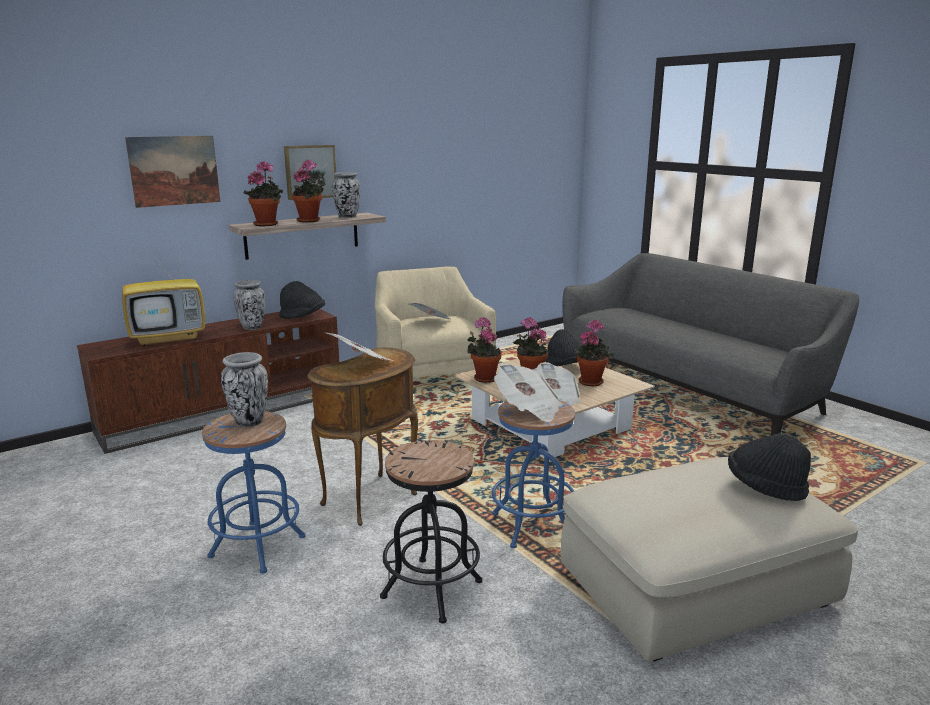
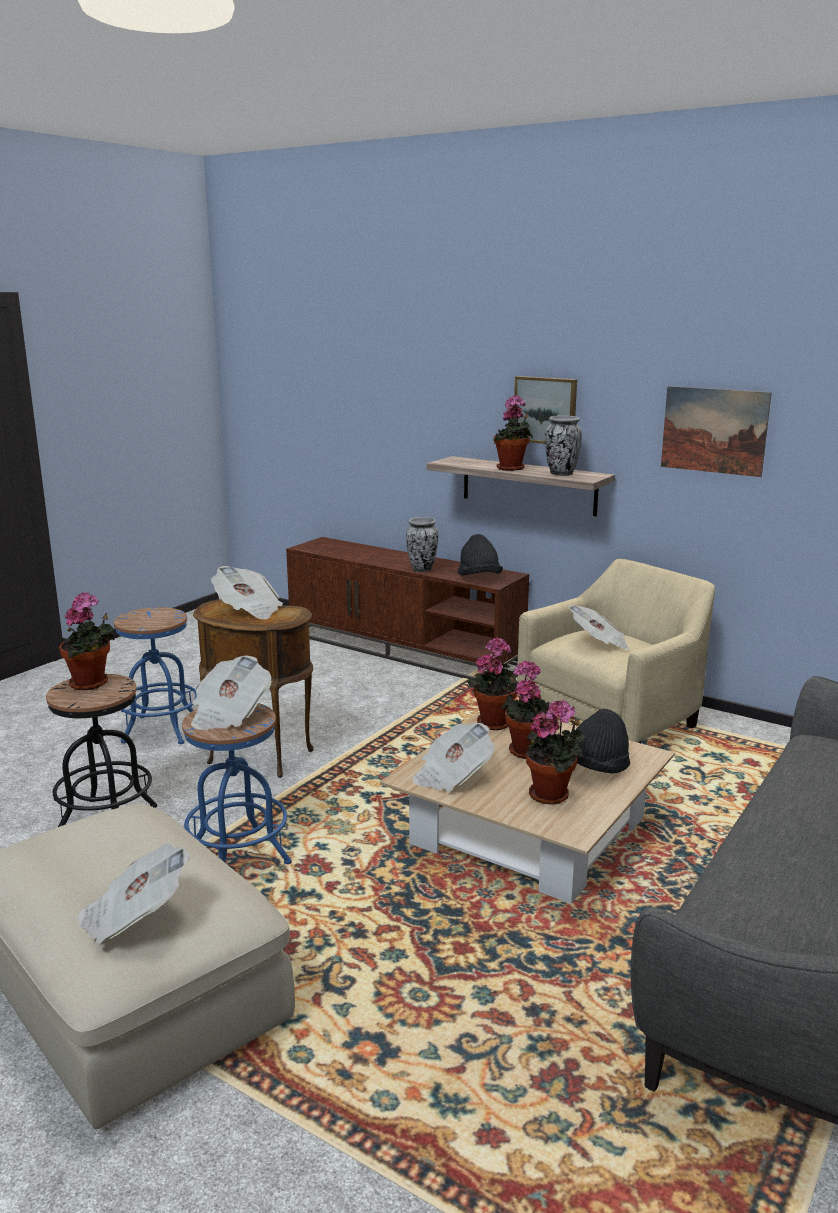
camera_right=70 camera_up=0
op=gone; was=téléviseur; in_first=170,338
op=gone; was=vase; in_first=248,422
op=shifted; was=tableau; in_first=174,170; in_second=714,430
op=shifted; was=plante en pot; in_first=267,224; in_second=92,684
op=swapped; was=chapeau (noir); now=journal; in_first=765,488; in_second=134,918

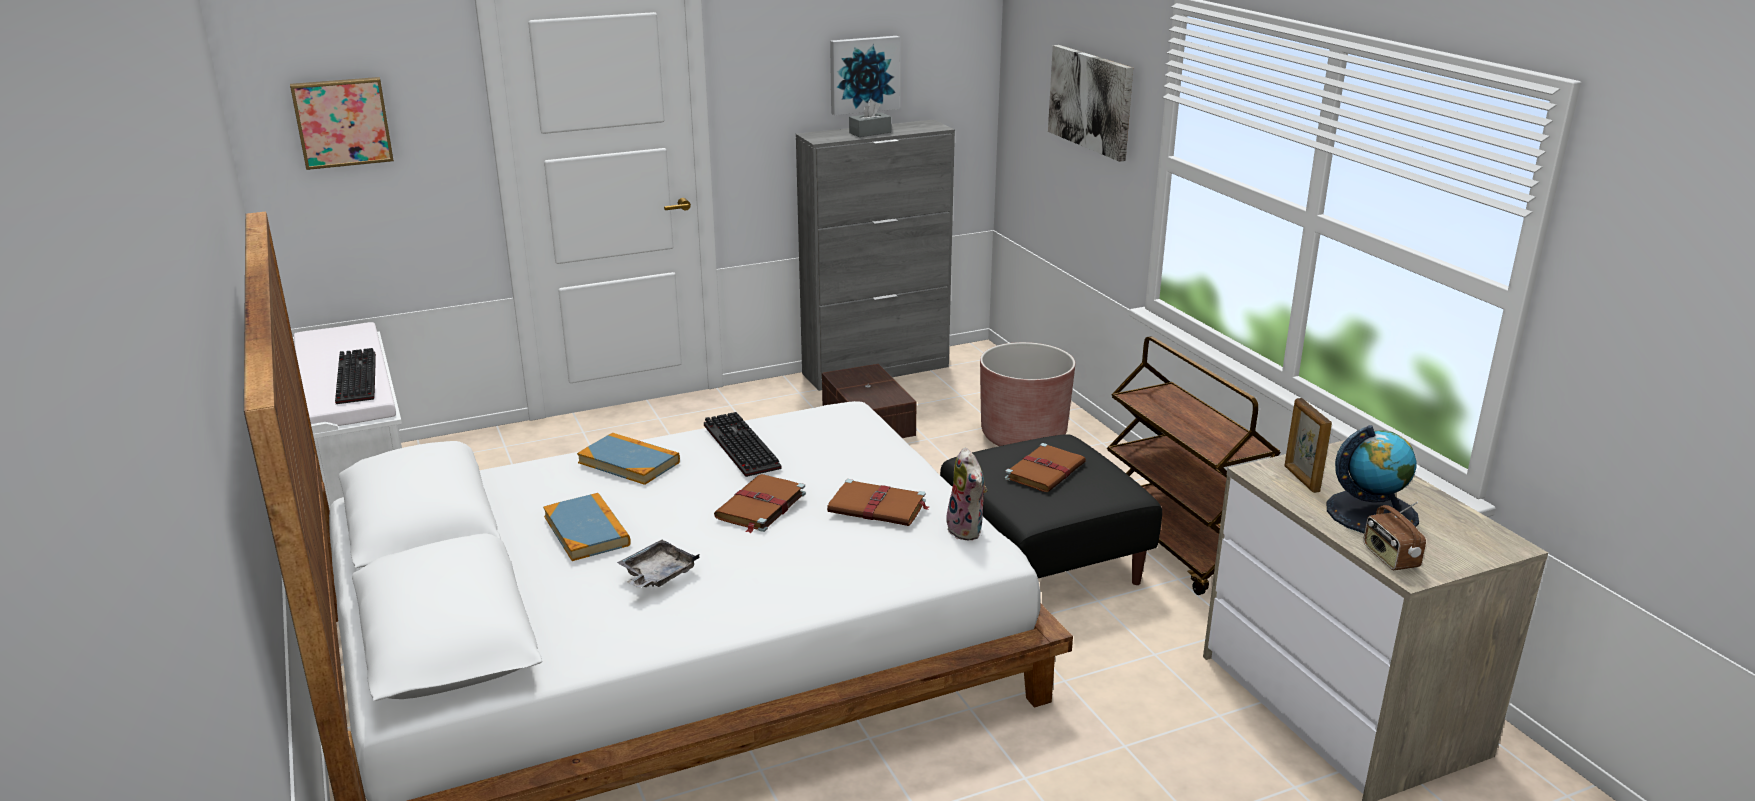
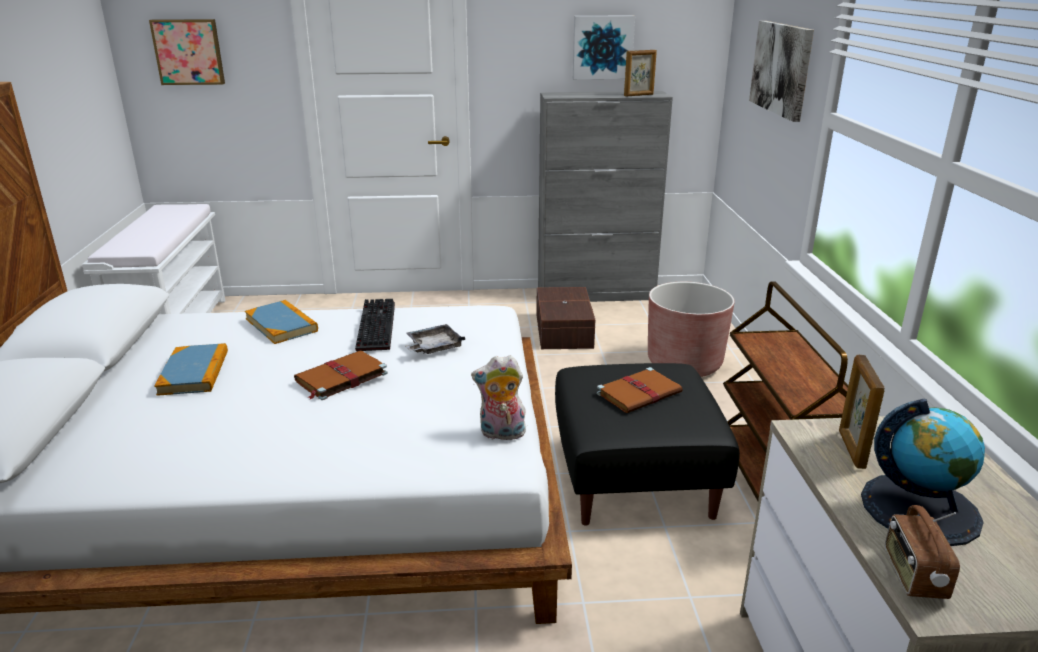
camera_right=20 camera_up=0
op=gone; was=clavier; in_first=354,378
op=gone; was=livre (marron); in_first=878,507
op=gone; was=boîte à mouchoirs (gris); in_first=870,132
op=new; now=cadre photo; in_second=639,95
op=shifted; was=plateau (gris); in_first=657,575; in_second=433,347
op=rotated; was=peluche; in_first=968,530; in_second=501,434; clockwise=90

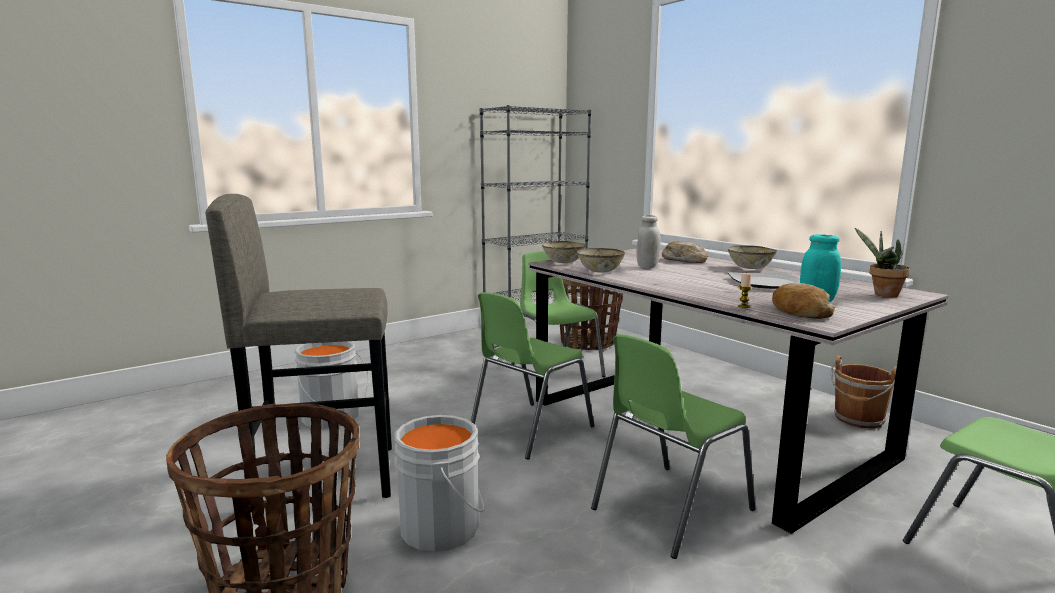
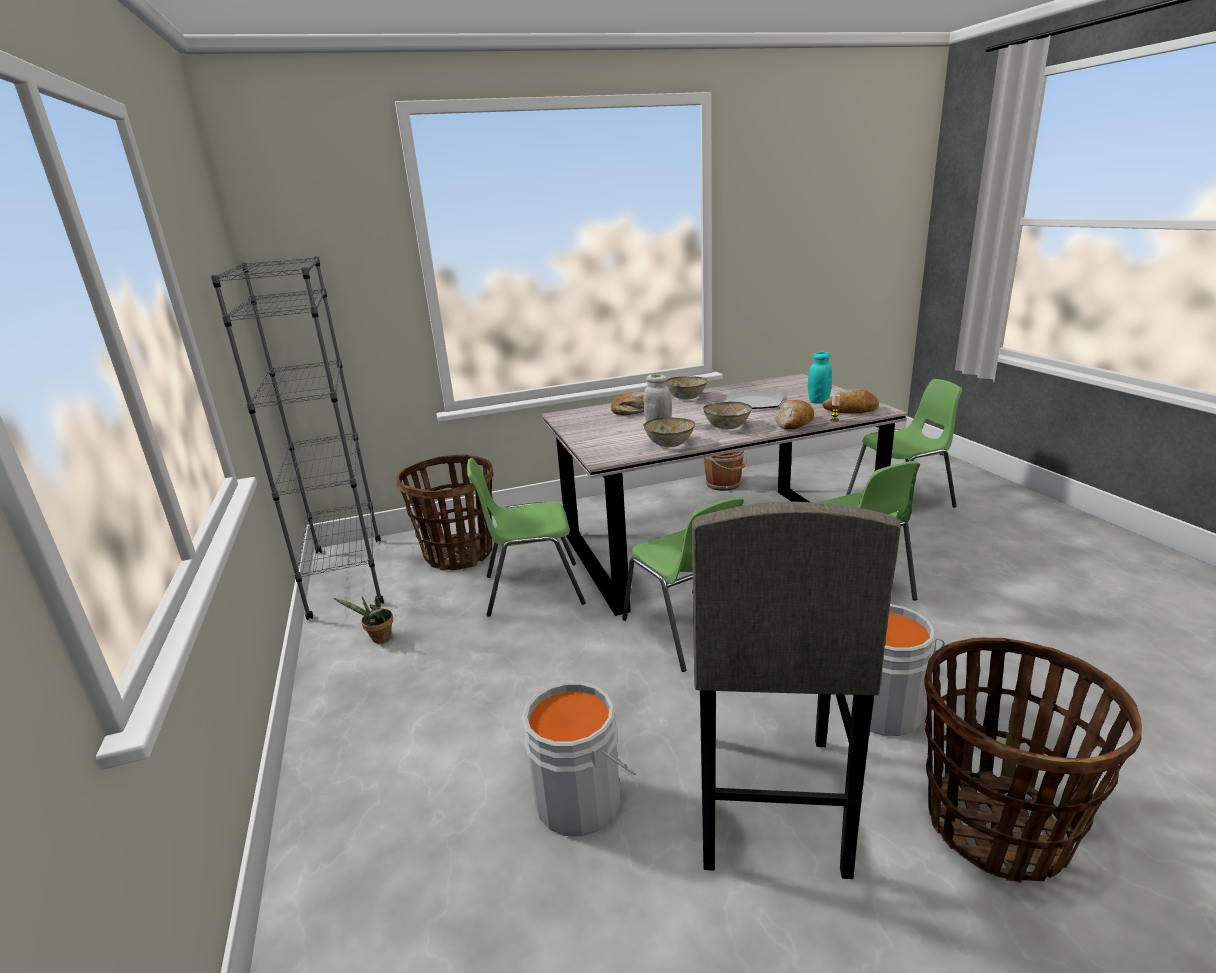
camera_right=-70 camera_up=10
op=new; now=pain; in_second=793,422
op=shifted; was=bol; in_first=563,262; in_second=727,427
op=shifted; was=plante en pot; in_first=882,294; in_second=378,639

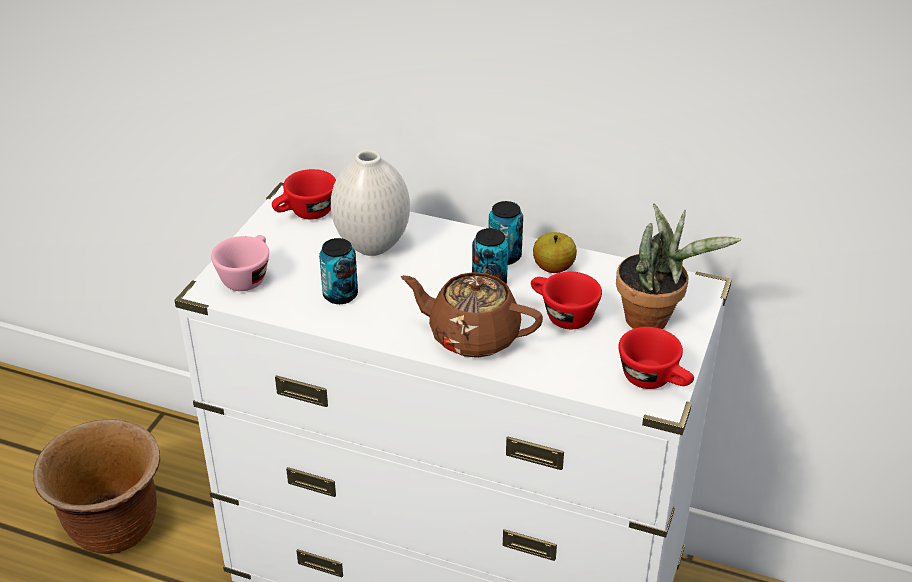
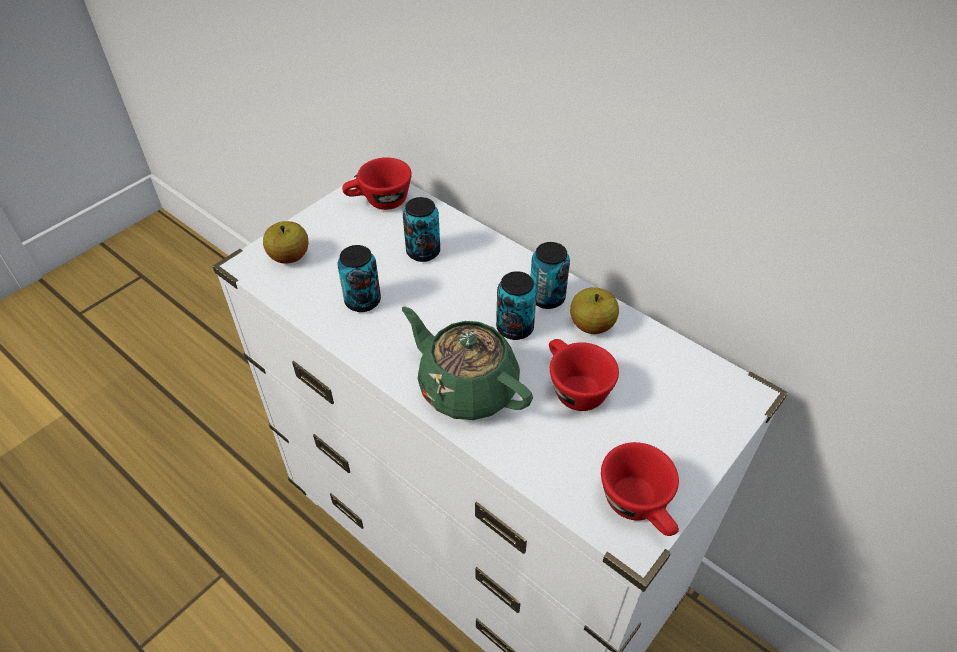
camera_right=20 camera_up=10
op=gone; was=cache-pot (marron); in_first=115,529
op=gone; was=plante en pot; in_first=653,319
op=swapped; was=tasse (rose); now=pomme; in_first=247,276; in_second=289,257
op=swapped; was=vase (blanc); now=boîte métallique; in_first=373,245; in_second=423,252
op=repainted; was=théière (marron); now=théière (vert); in_first=472,336; in_second=466,387

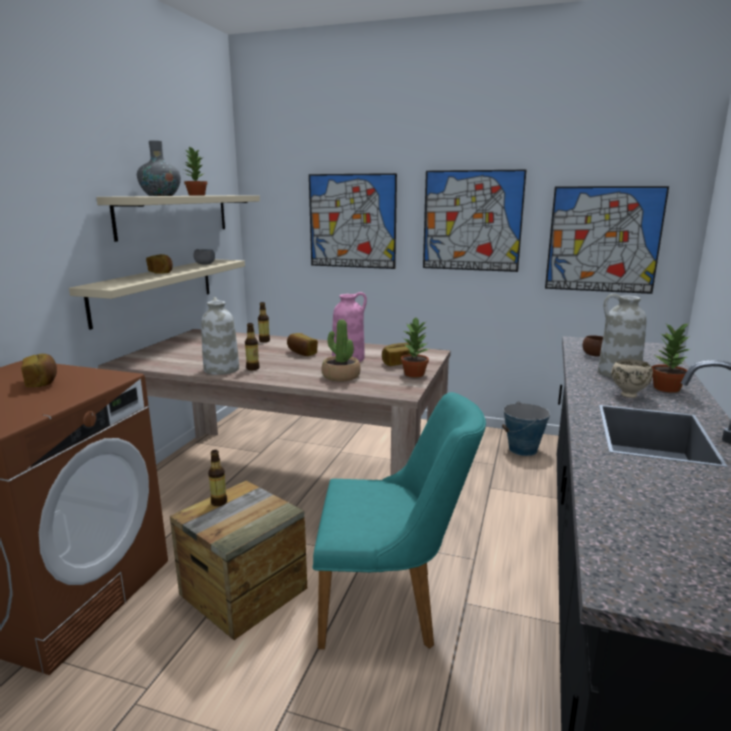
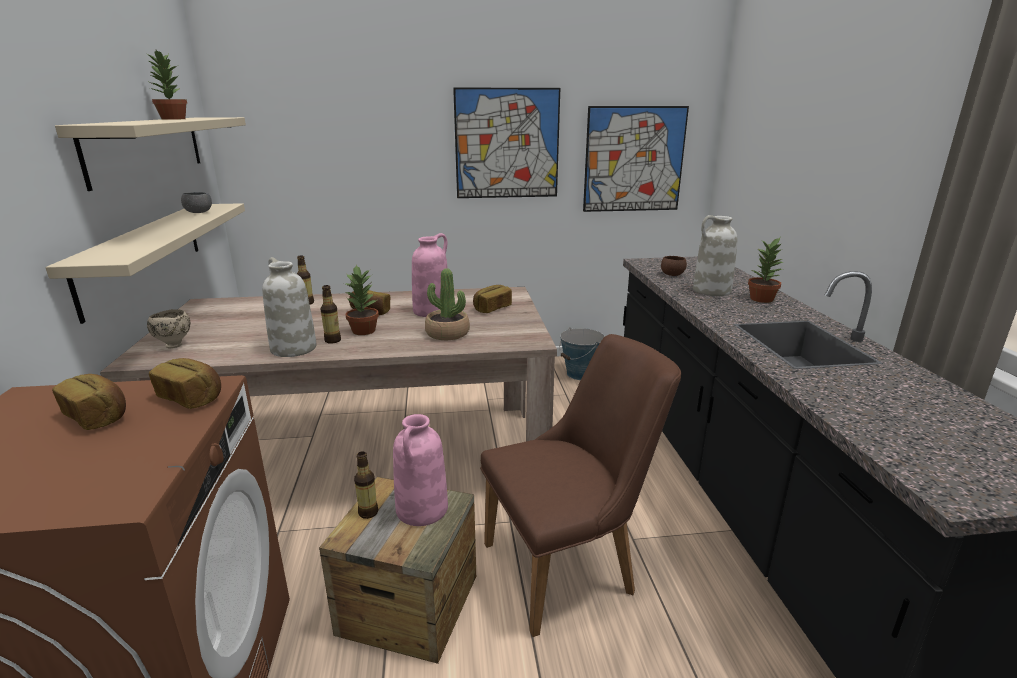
camera_right=-25 camera_up=5
op=gone; was=vase (gris); in_first=161,195
op=gone; was=tableau; in_first=352,221
op=new; now=vase (rose); in_second=422,510
op=shifted; was=pain; in_first=161,273; in_second=191,398
op=shifted; was=plante en pot; in_first=415,374; in_second=364,330
op=shifted; was=bol (beige); in_first=628,395; in_second=174,345
op=repainted; was=chaise (turquoise); now=chaise (marron); in_first=391,606; in_second=571,565

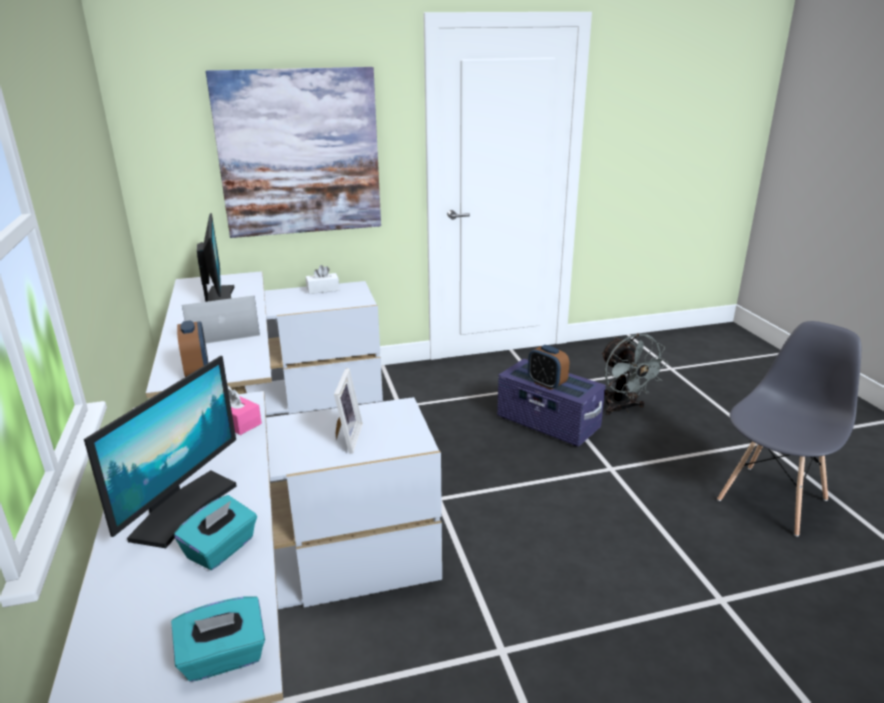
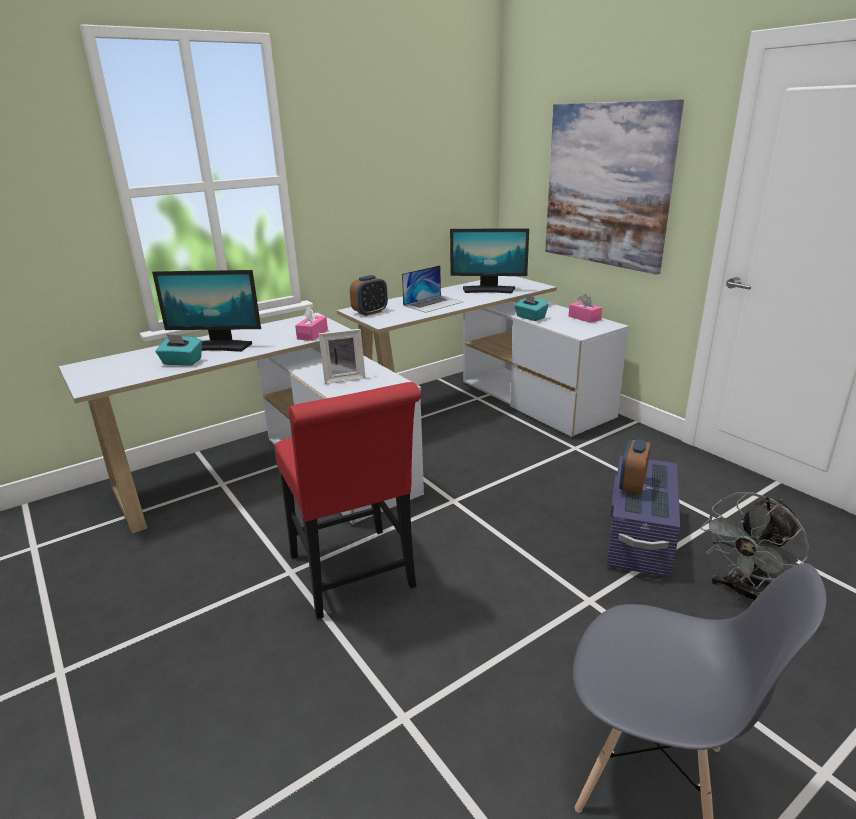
camera_right=70 camera_up=0
op=new; now=chaise (rouge); in_second=354,577
op=shifted; was=boîte à mouchoirs (turquoise); in_first=223,658; in_second=530,317
op=repainted; was=boîte à mouchoirs (blanc); now=boîte à mouchoirs (rose); in_first=323,289; in_second=584,318
op=rotated; was=ordinateur portable; in_first=223,332; in_second=433,303; clockwise=90
op=rotated; was=écran d'ordinateur; in_first=220,298; in_second=488,290; clockwise=45

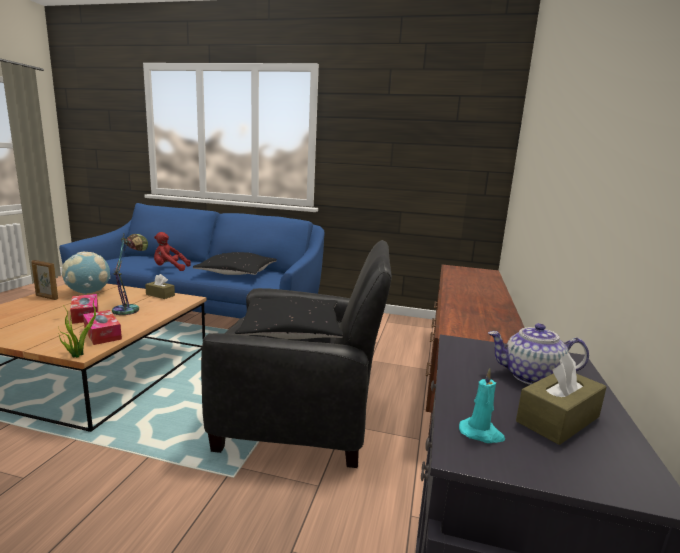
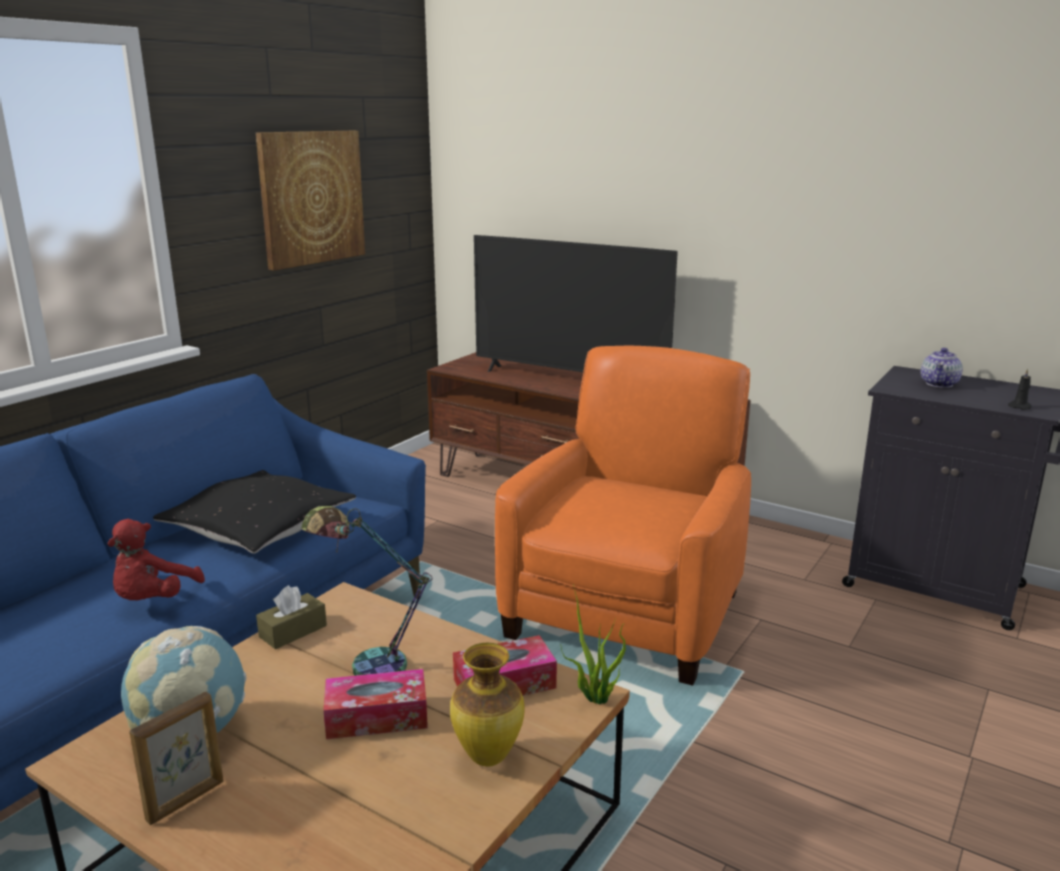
camera_right=-70 camera_up=5
op=gone; was=coussin (noir); in_first=291,329
op=gone; was=boîte à mouchoirs (marron); in_first=558,419
op=new; now=tableau; in_second=311,198
op=new; now=vase; in_second=487,758
op=new; now=téléviseur; in_second=569,380
op=repainted; was=fauteuil (noir); now=fauteuil (orange); in_first=300,416; in_second=627,612
op=repainted; was=bougie (turquoise); now=bougie (noir); in_first=481,433; in_second=1020,407

